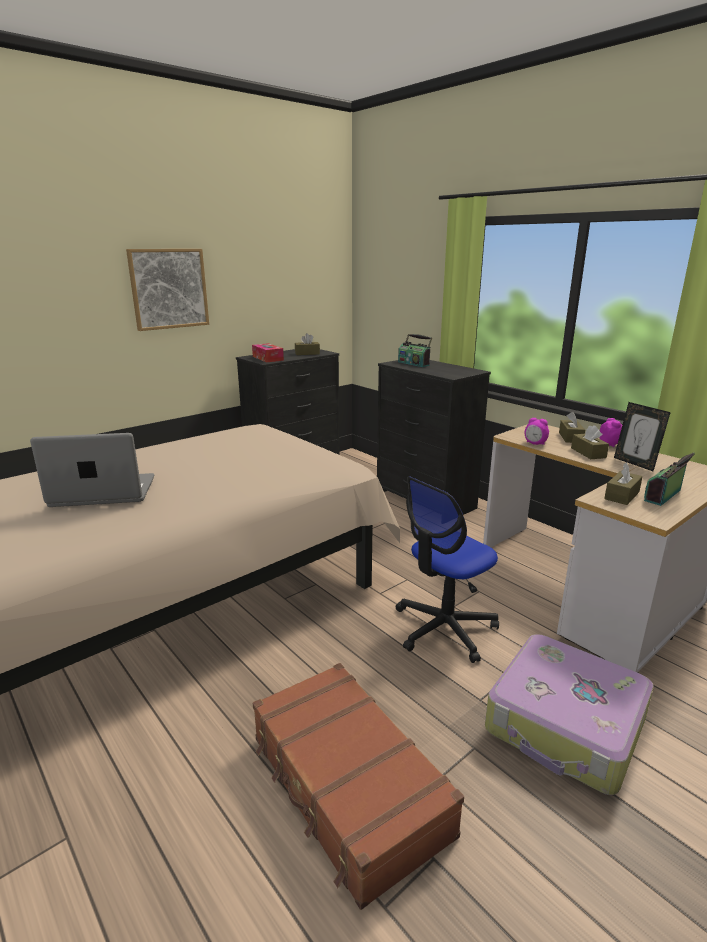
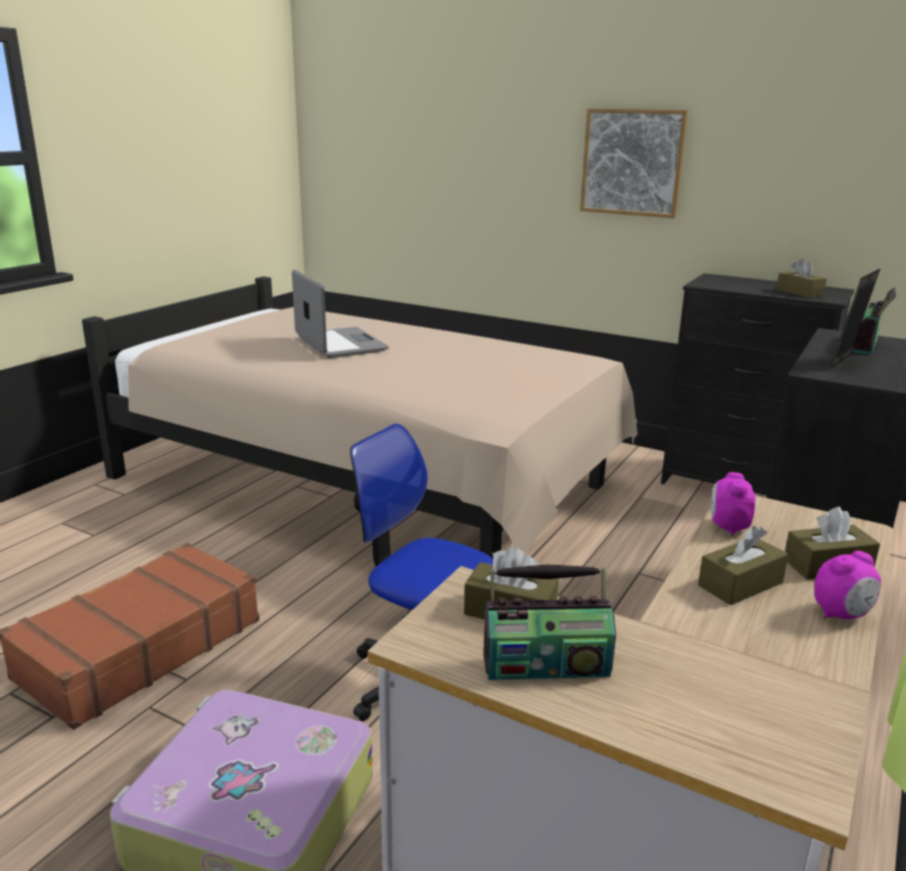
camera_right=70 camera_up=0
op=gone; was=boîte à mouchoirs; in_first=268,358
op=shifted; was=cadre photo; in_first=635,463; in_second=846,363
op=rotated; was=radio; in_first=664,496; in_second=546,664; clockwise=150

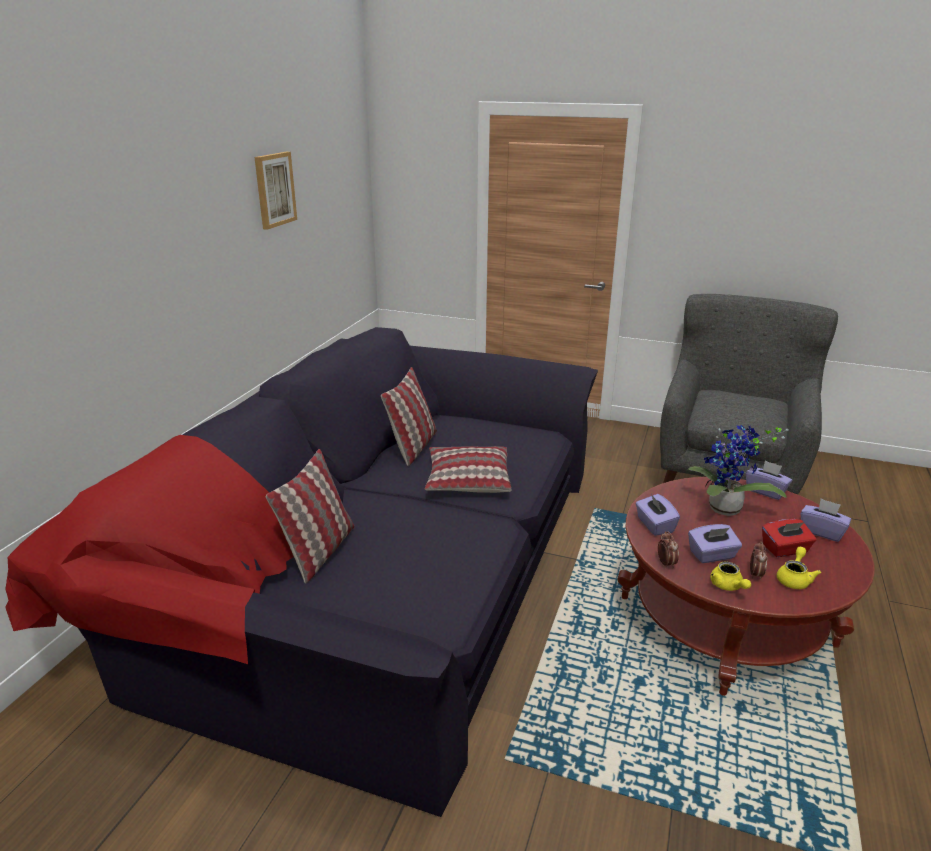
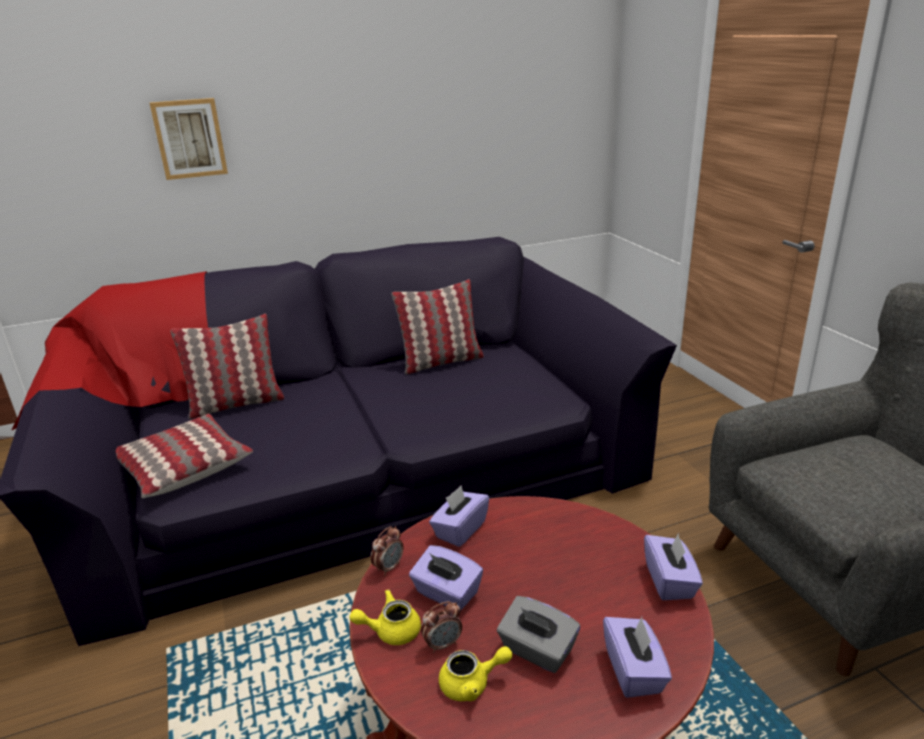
camera_right=50 camera_up=0
op=gone; was=plante en pot; in_first=724,511
op=shifted; was=tableau; in_first=274,189; in_second=189,138
op=shifted; was=coussin; in_first=467,480; in_second=183,466
op=repainted; was=boîte à mouchoirs (rouge); now=boîte à mouchoirs (gris); in_first=785,549; in_second=537,650
op=rotated; was=théière (jaune); in_first=728,586; in_second=391,630; clockwise=45

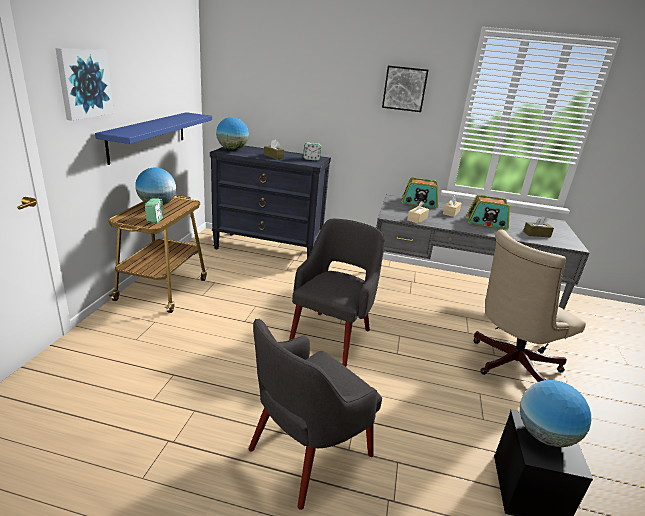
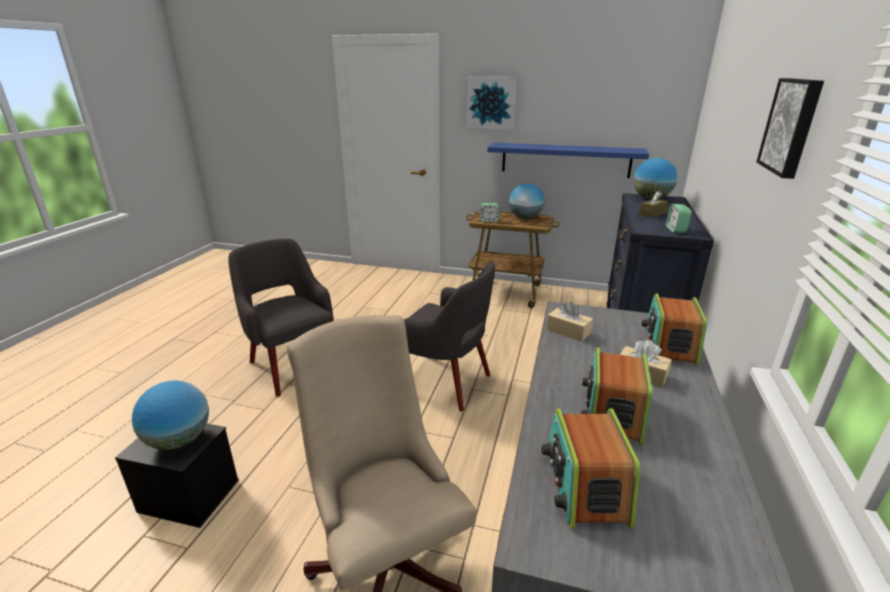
camera_right=95 camera_up=0
op=swapped; was=boîte à mouchoirs (marron); now=radio; in_first=536,234; in_second=584,485

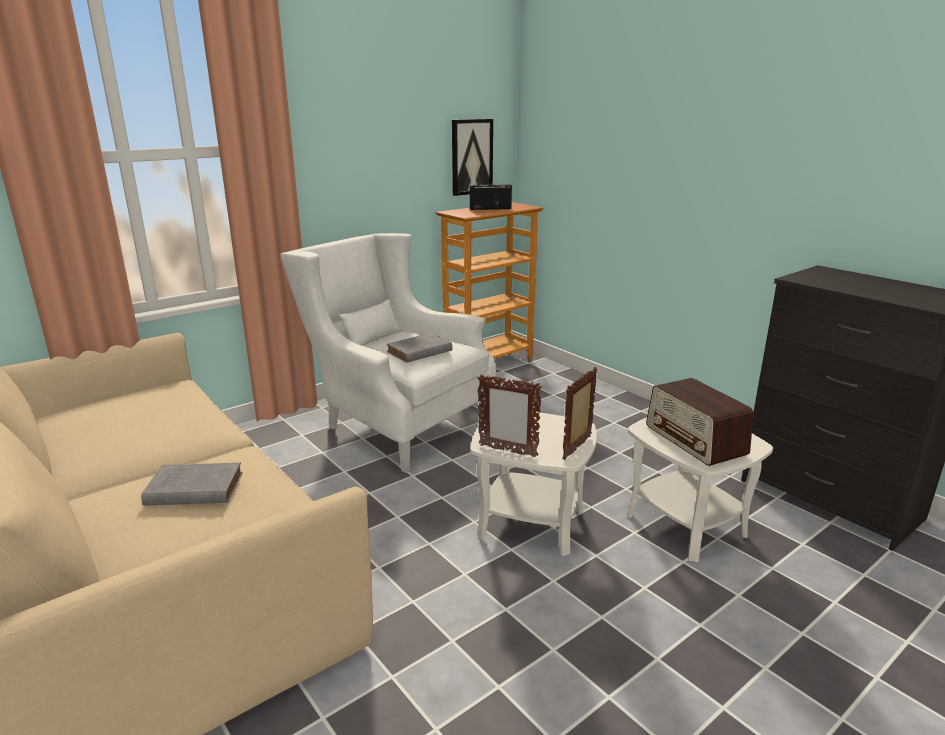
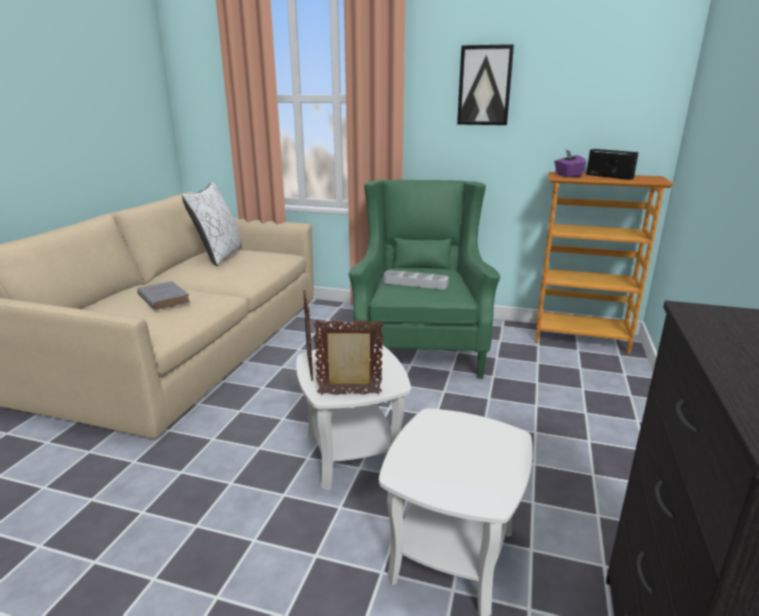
camera_right=55 camera_up=0
op=gone; was=radio; in_first=695,440
op=new; now=coussin (blanc); in_second=220,256
op=new; now=boîte à mouchoirs (violet); in_second=567,175
op=shifted; was=tableau; in_first=471,157; in_second=484,86
op=swapped; was=livre (gris); now=plateau (gris); in_first=418,352; in_second=415,283
op=repainted; was=fauteuil (blanc); now=fauteuil (vert); in_first=396,423; in_second=420,344

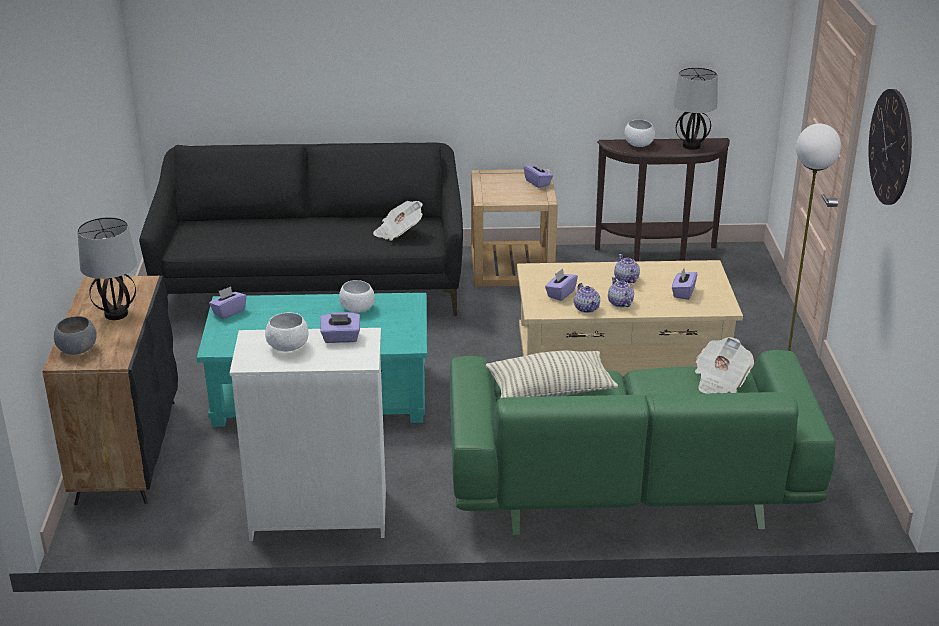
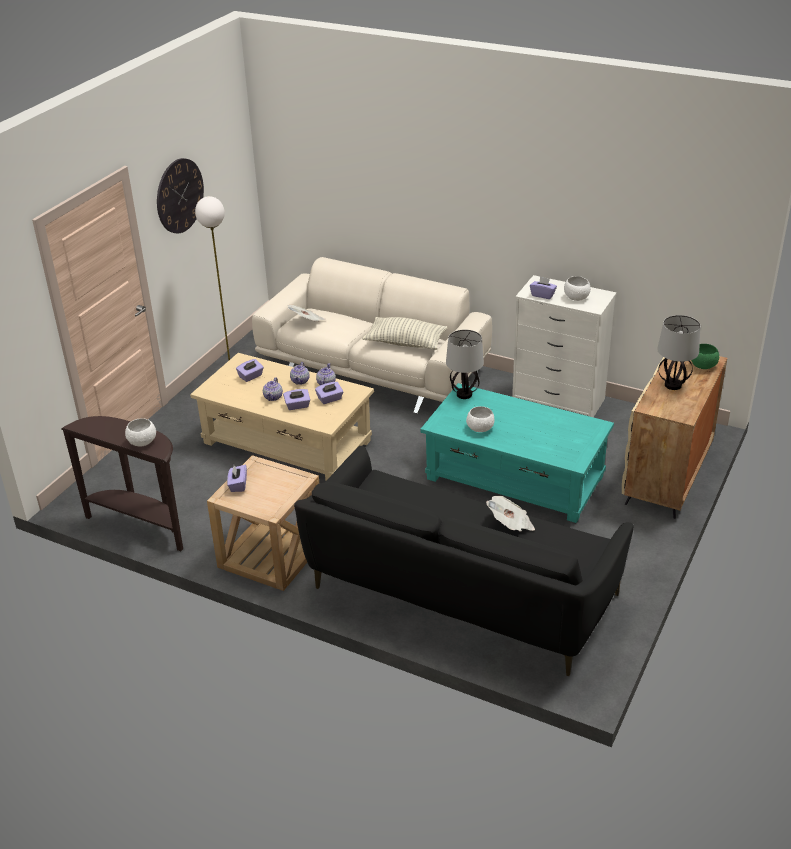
camera_right=-150 camera_up=5
op=shifted; was=boîte à mouchoirs (violet); in_first=228,312; in_second=297,406
op=shifted; was=journal; in_first=398,232; in_second=510,524
op=shifted; was=lampe de table; in_first=691,146; in_second=464,394
op=repainted; was=meuble de rangement (noir); now=meuble de rangement (beige); in_first=126,450; in_second=667,476
op=repainted; was=bol (gris); now=bol (vert); in_first=77,350; in_second=703,365
op=repainted; was=canapé (vert); now=canapé (beige); in_first=626,482; in_second=374,369

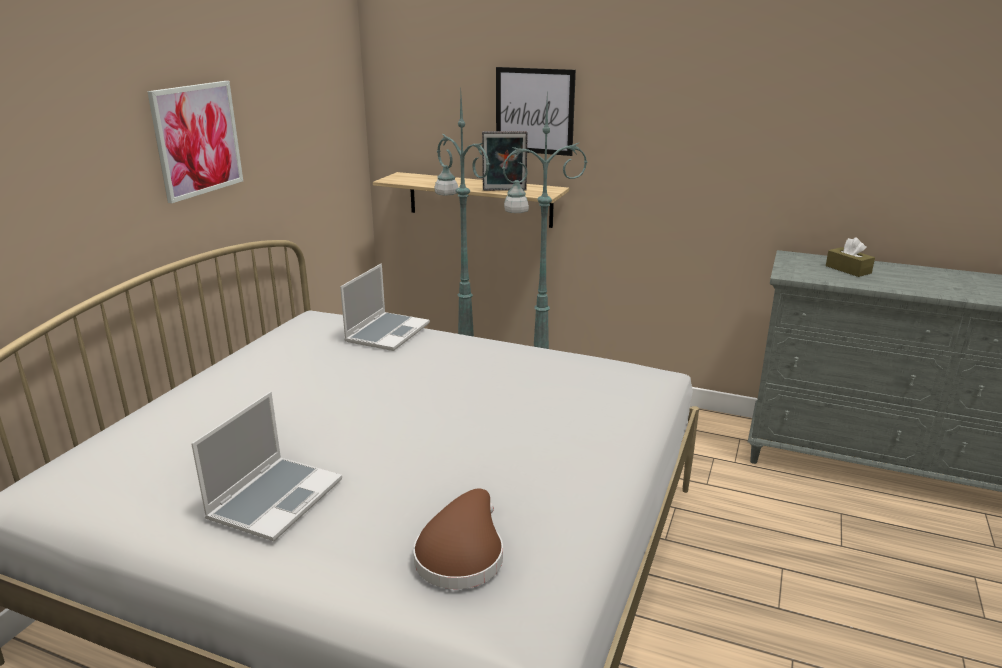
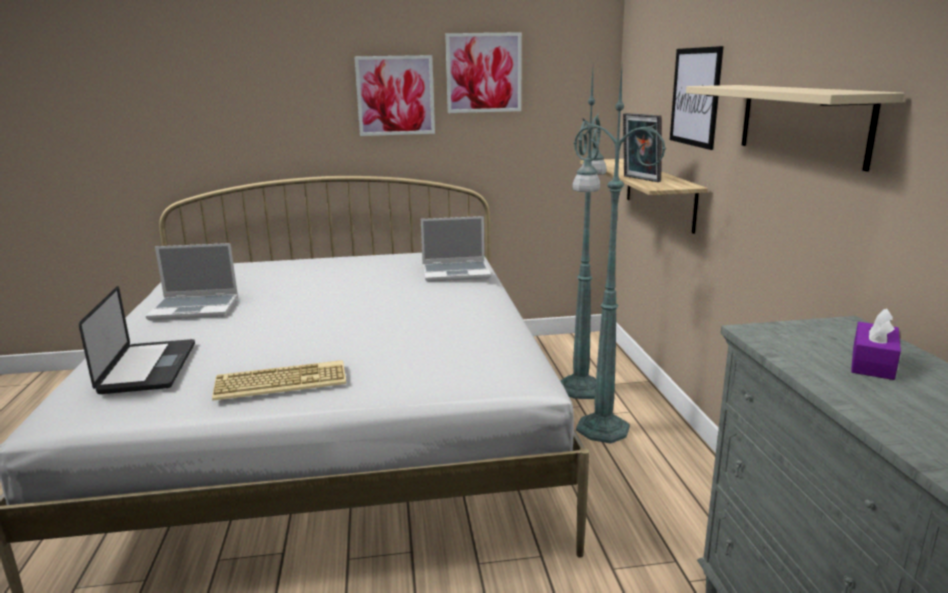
camera_right=60 camera_up=-5
op=new; now=clavier; in_second=282,381
op=new; now=tableau; in_second=483,73
op=new; now=étagère (beige); in_second=801,122
op=swapped; was=chapeau (marron); now=ordinateur portable; in_first=461,554; in_second=148,368
op=repainted; was=boîte à mouchoirs (marron); now=boîte à mouchoirs (violet); in_first=848,269; in_second=872,363

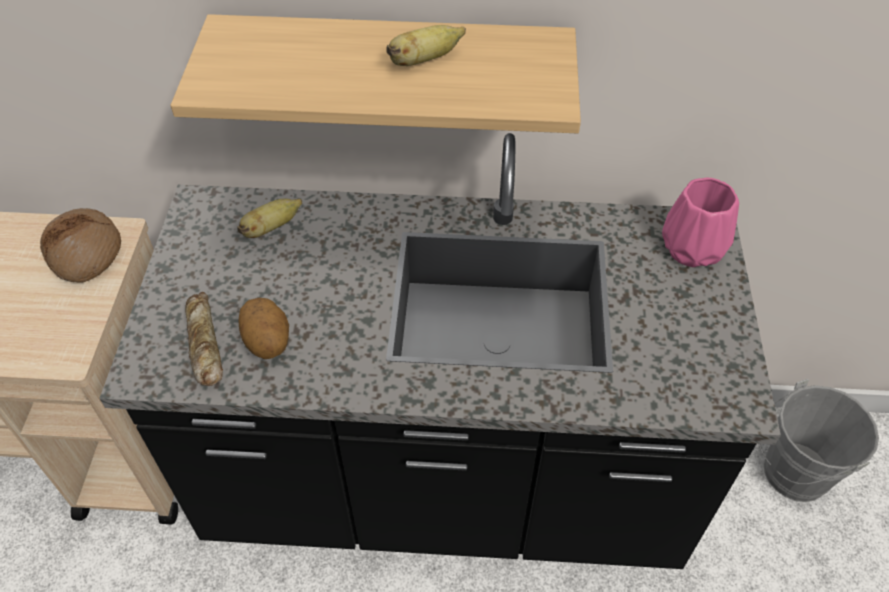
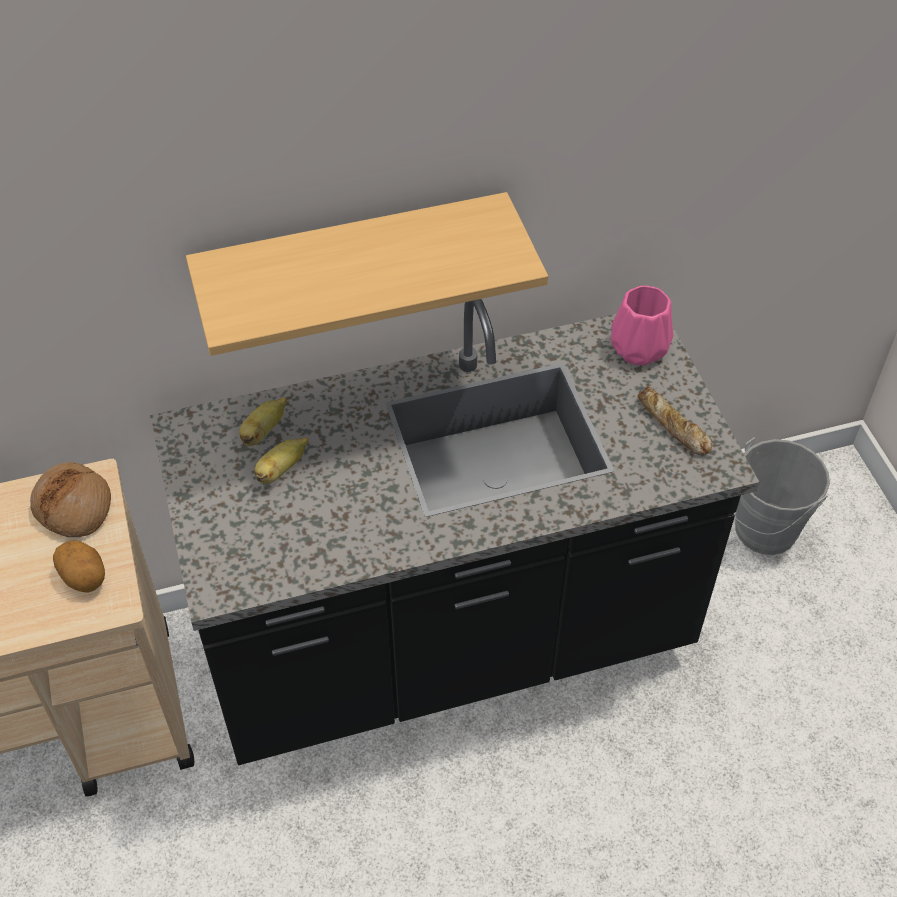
camera_right=-20 camera_up=0
op=shifted; was=pain; in_first=203,343; in_second=673,426
op=shifted; was=pomme de terre; in_first=268,341; in_second=84,577
op=shifted; was=banane; in_first=424,60; in_second=281,469

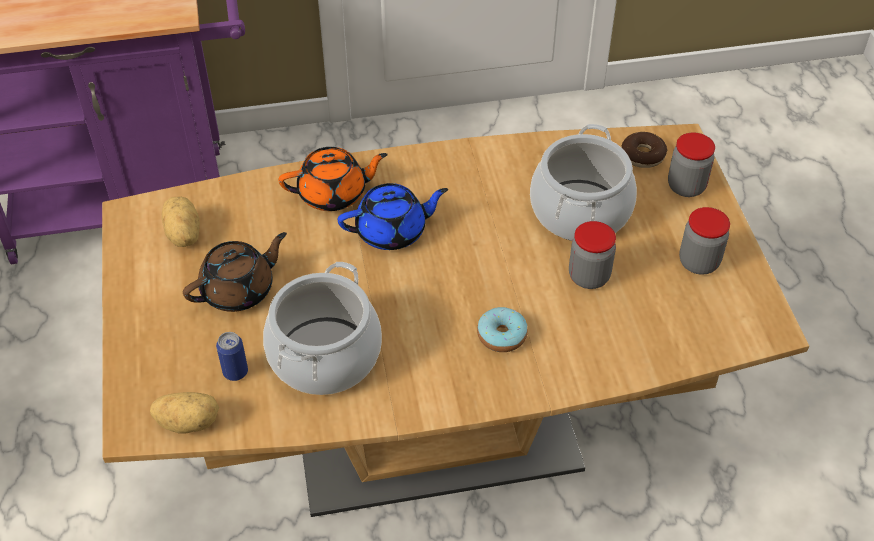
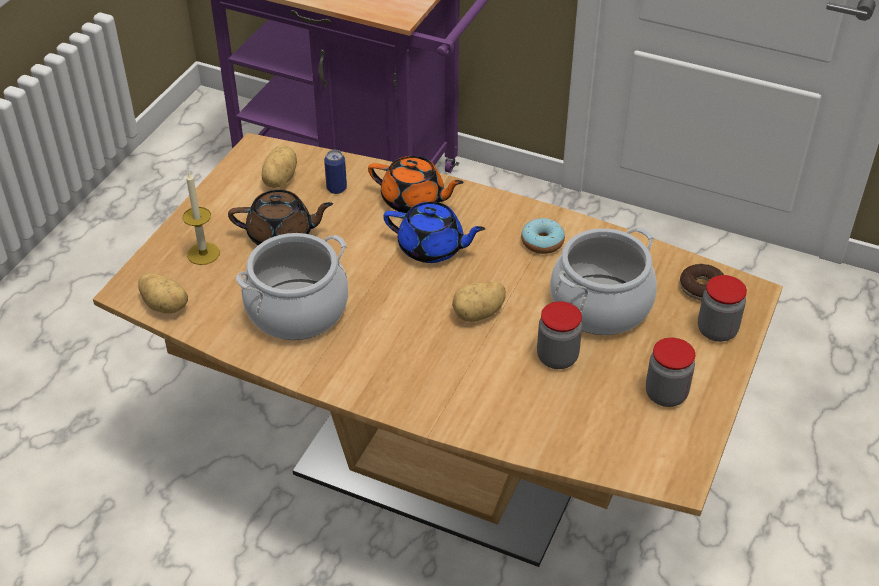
camera_right=35 camera_up=-5
op=new; now=bougie; in_second=203,253
op=new; now=pomme de terre; in_second=479,314
op=shifted; was=boîte métallique; in_first=235,372; in_second=336,188
op=shifted; was=beignet; in_first=501,336; in_second=542,242

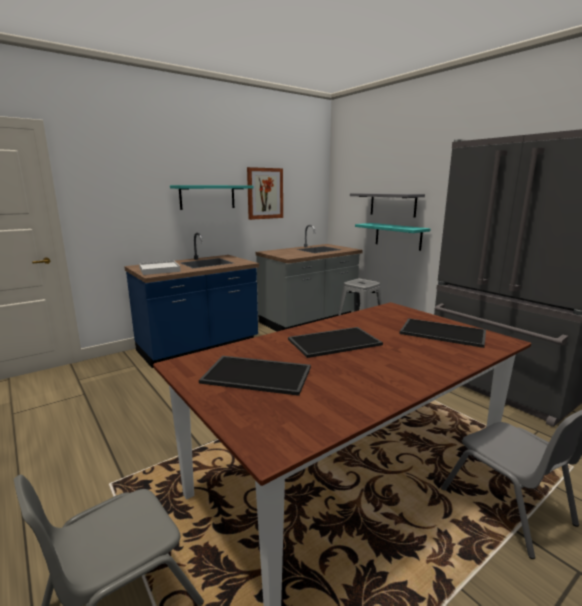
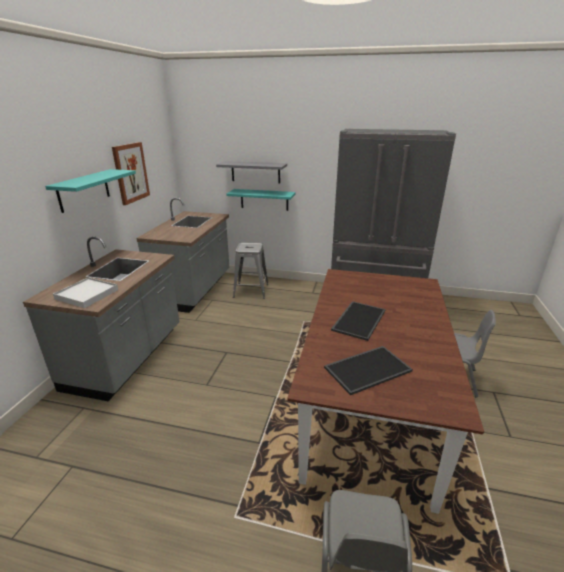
camera_right=-40 camera_up=10
op=gone; was=plateau; in_first=441,333
op=repainted; was=comptoir de cuisine (bleu); now=comptoir de cuisine (gris); in_first=199,347; in_second=127,357

